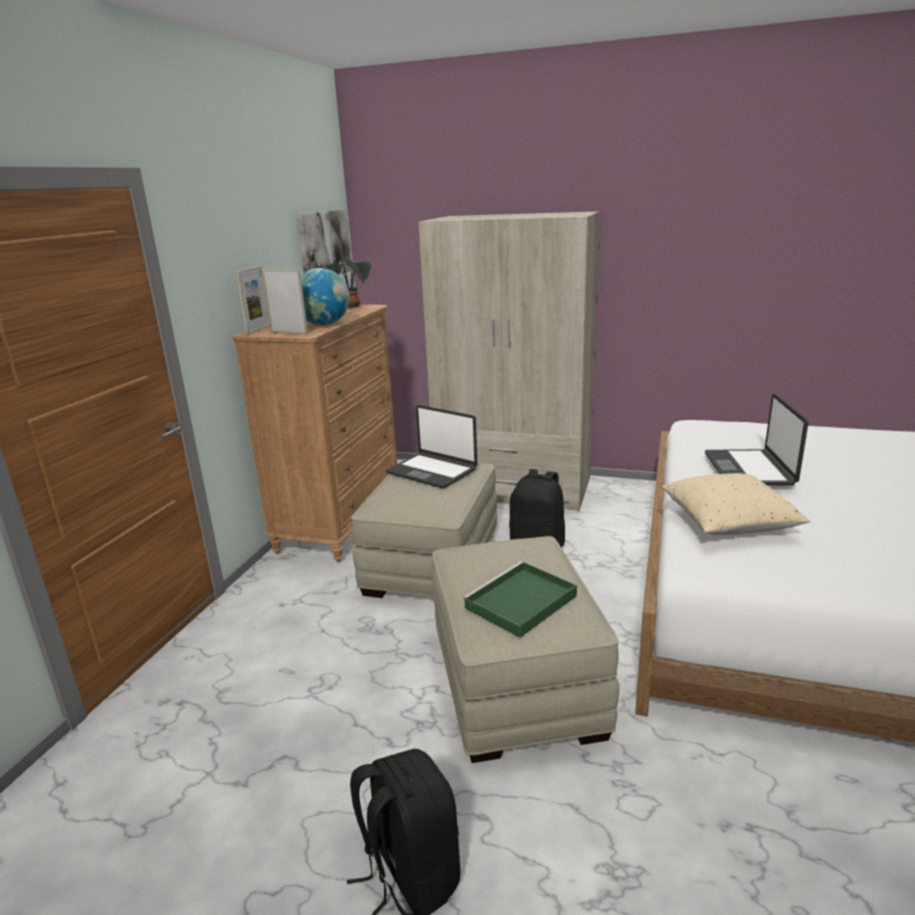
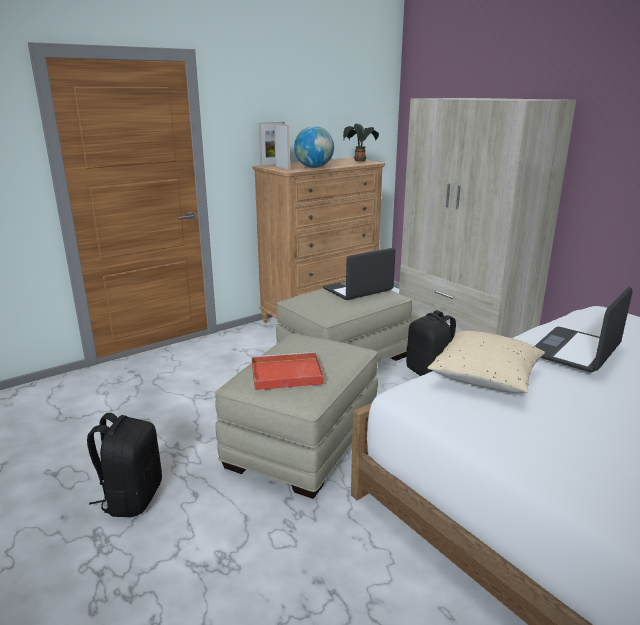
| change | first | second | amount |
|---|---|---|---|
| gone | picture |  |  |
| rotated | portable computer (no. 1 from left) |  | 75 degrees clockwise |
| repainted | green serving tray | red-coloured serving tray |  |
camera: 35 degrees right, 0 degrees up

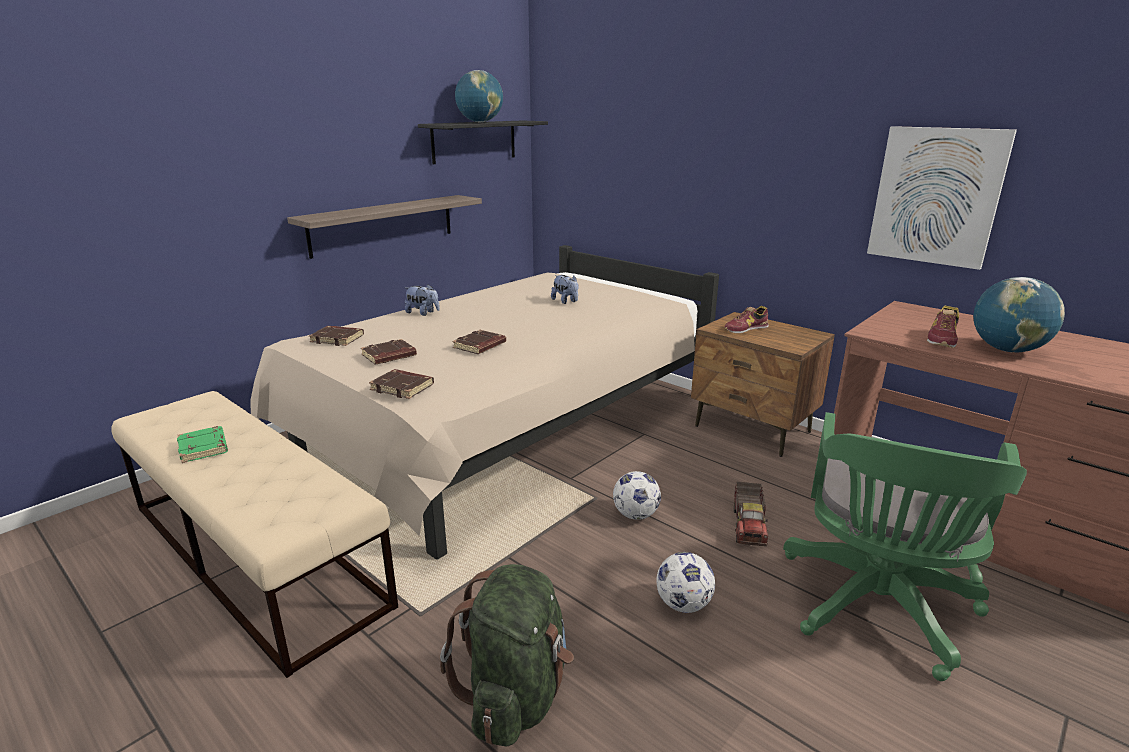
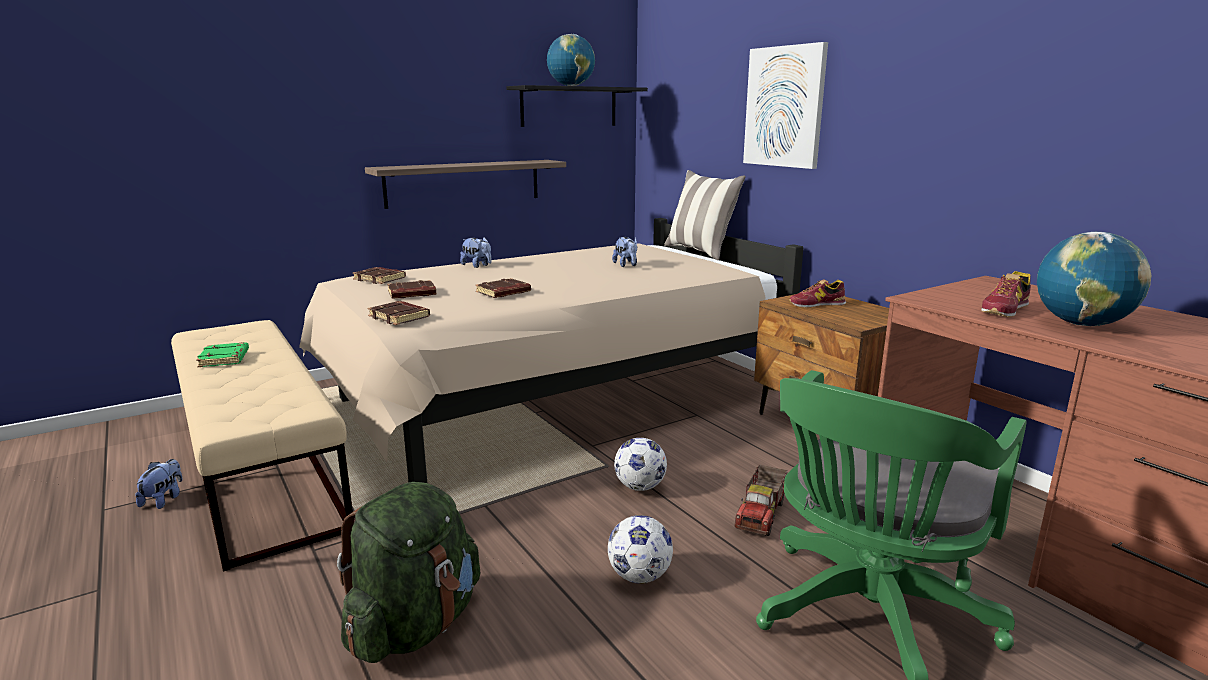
| change | first | second | amount |
|---|---|---|---|
| shifted | picture |  |  |
| new |  | plush toy (no. 1 from left) |  |
| new |  | throw pillow |  |
camera: 15 degrees right, 5 degrees down

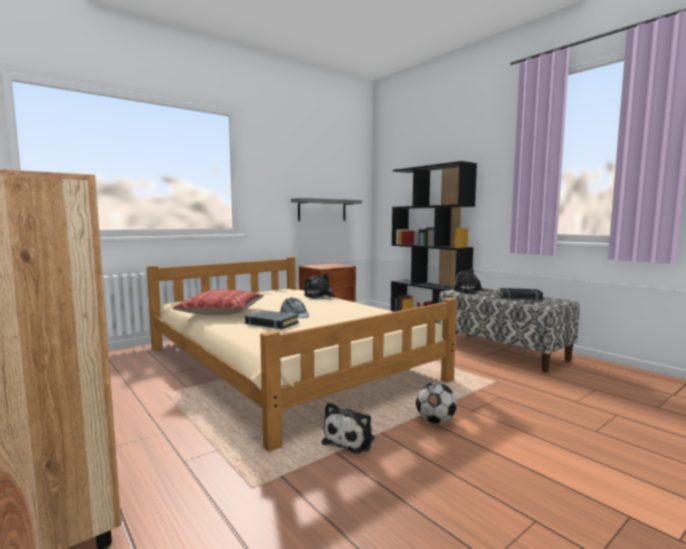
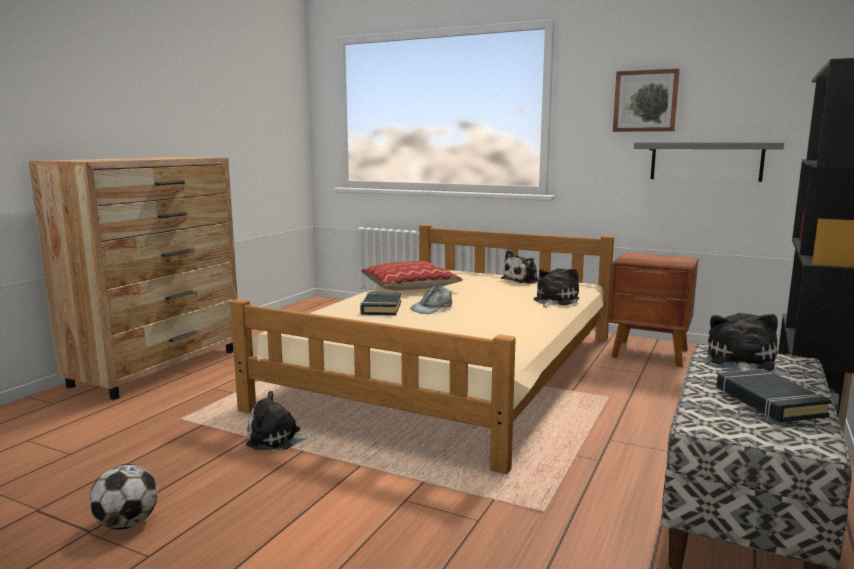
| change | first | second | amount |
|---|---|---|---|
| shifted | football |  |  |
| new |  | plush toy (no. 2 from left) |  |
| new |  | picture |  |
camera: 65 degrees right, 5 degrees up

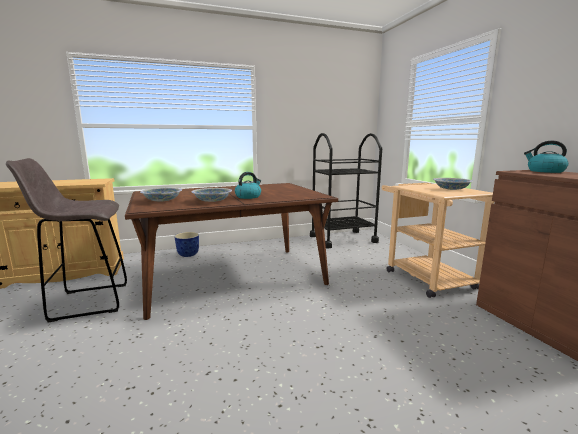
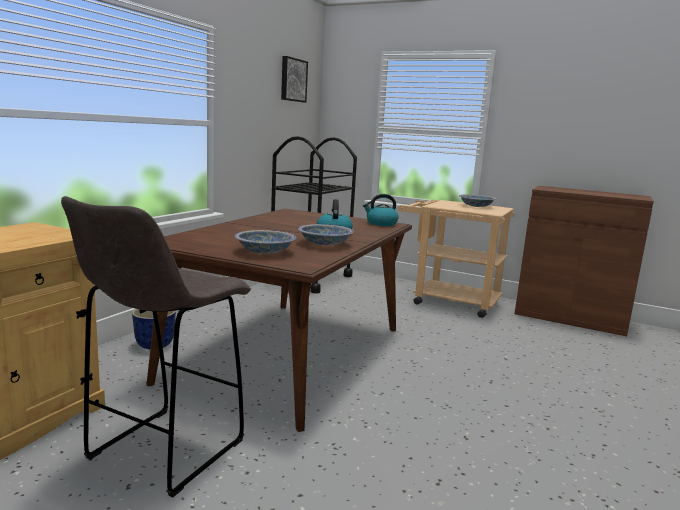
| change | first | second | amount |
|---|---|---|---|
| shifted | tea kettle (no. 2 from left) |  |  |
| new |  | picture |  |
camera: 45 degrees left, 0 degrees up

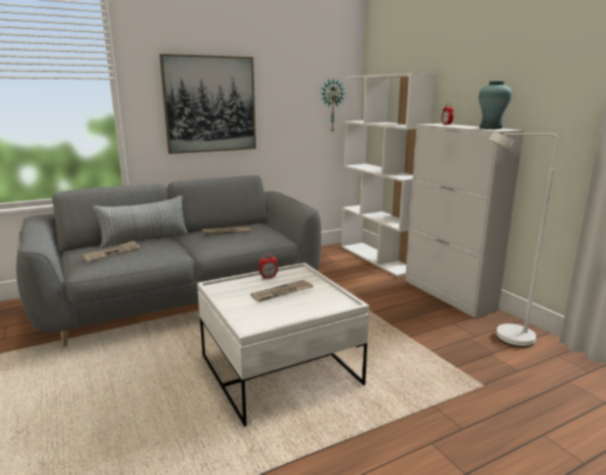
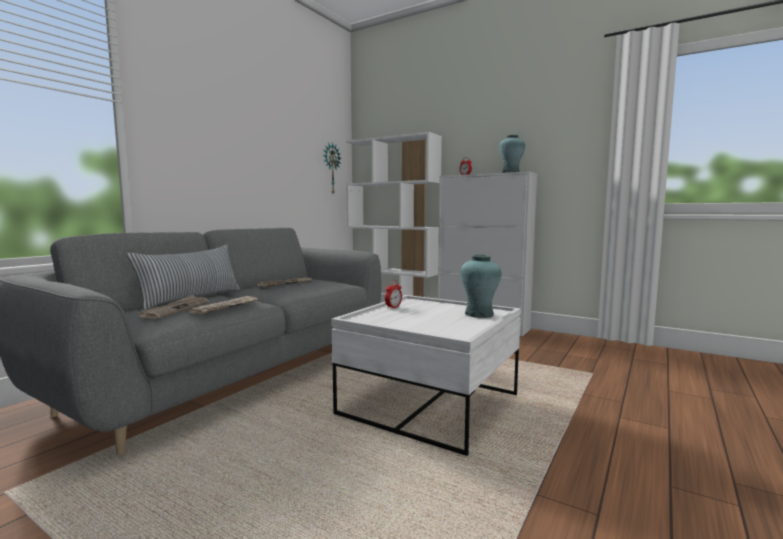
| change | first | second | amount |
|---|---|---|---|
| gone | picture |  |  |
| shifted | daily paper (no. 3 from left in the first image) | daily paper (no. 2 from left) |  |
| gone | white standard lamp |  |  |
| new |  | turquoise flower vase (no. 1 from left) |  |
camera: 30 degrees left, 10 degrees down

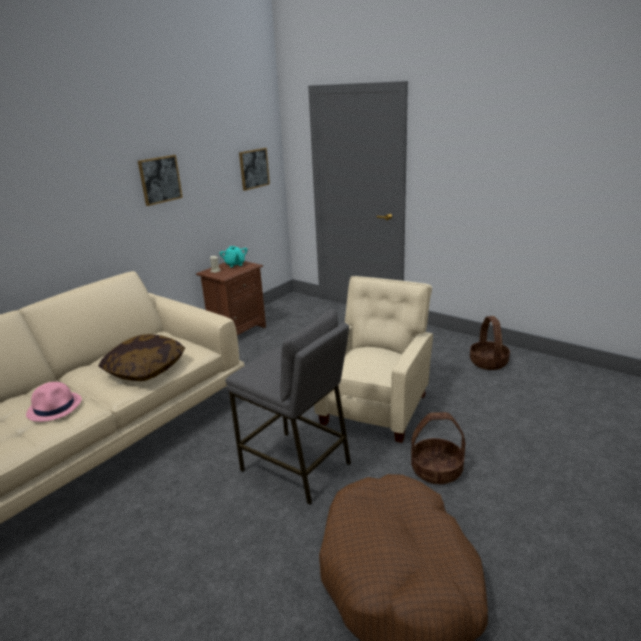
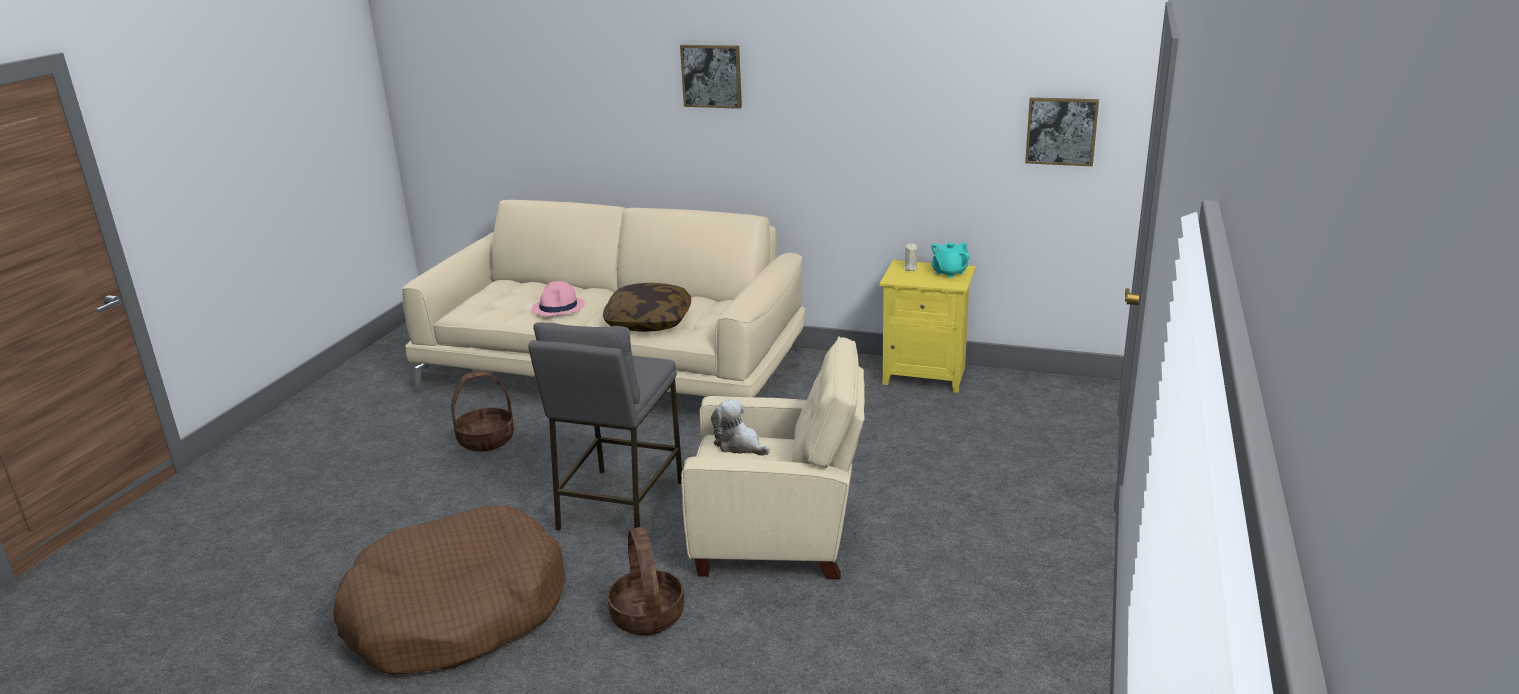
| change | first | second | amount |
|---|---|---|---|
| shifted | picture (no. 1 from left) |  |  |
| repainted | brownish bedside table | yellowish bedside table |  |
| shifted | household basket (no. 2 from left in the first image) | household basket (no. 1 from left) |  |
| new |  | plush toy |  |
camera: 70 degrees right, 0 degrees up

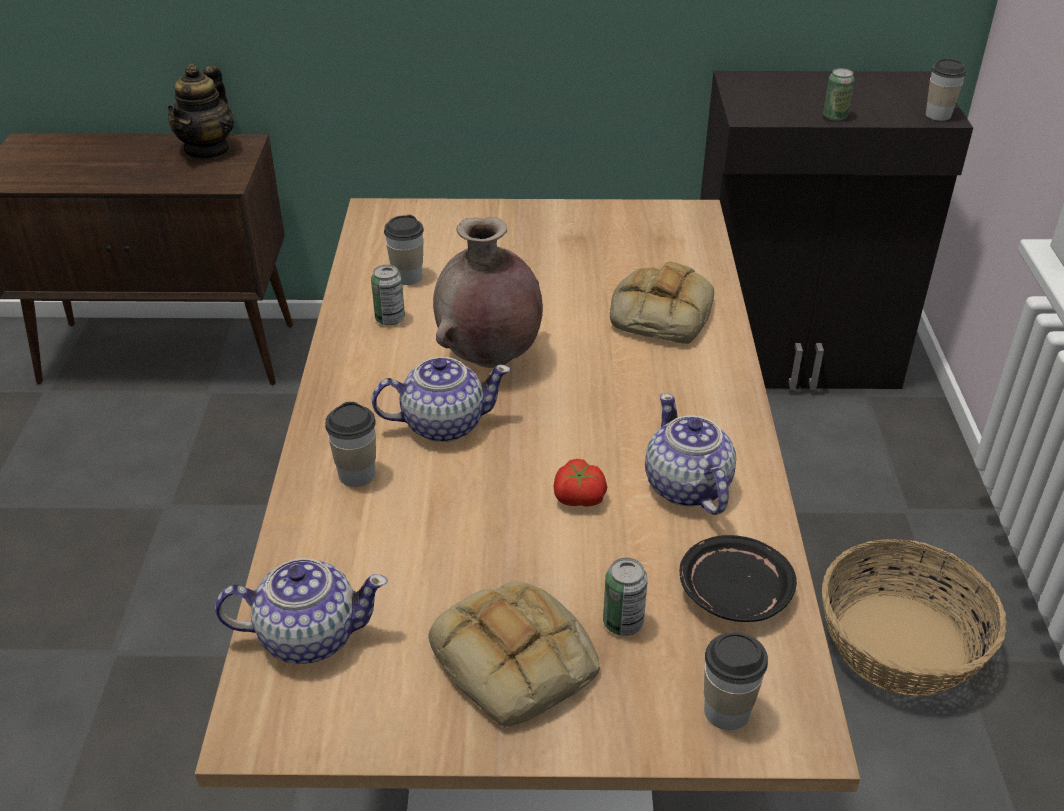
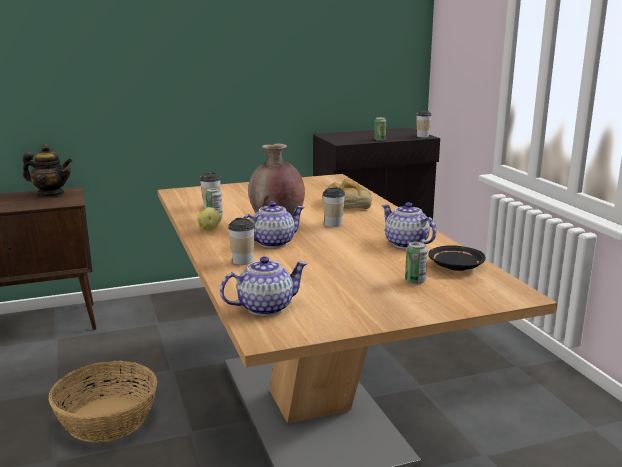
| change | first | second | amount |
|---|---|---|---|
| rotated | tea pot (no. 1 from left) |  | 75 degrees counterclockwise |
| gone | baked bread (no. 1 from left) |  |  |
| gone | tomato |  |  |
| shifted | drinking cup (no. 3 from left) |  |  |
| shifted | household basket |  |  |
| new |  | whole potato |  |
camera: 20 degrees left, 20 degrees down

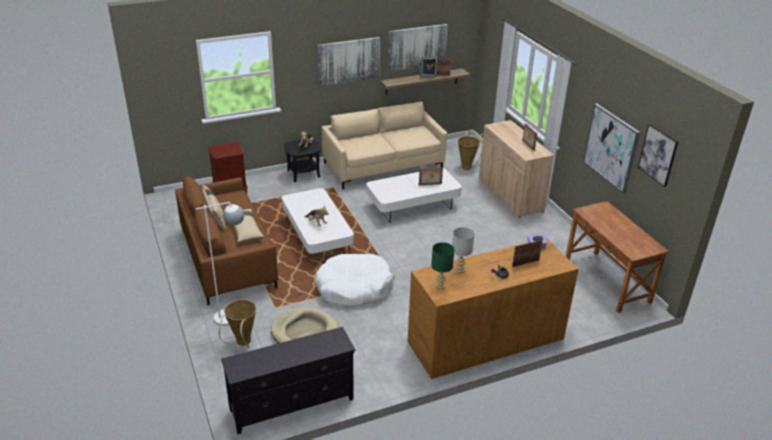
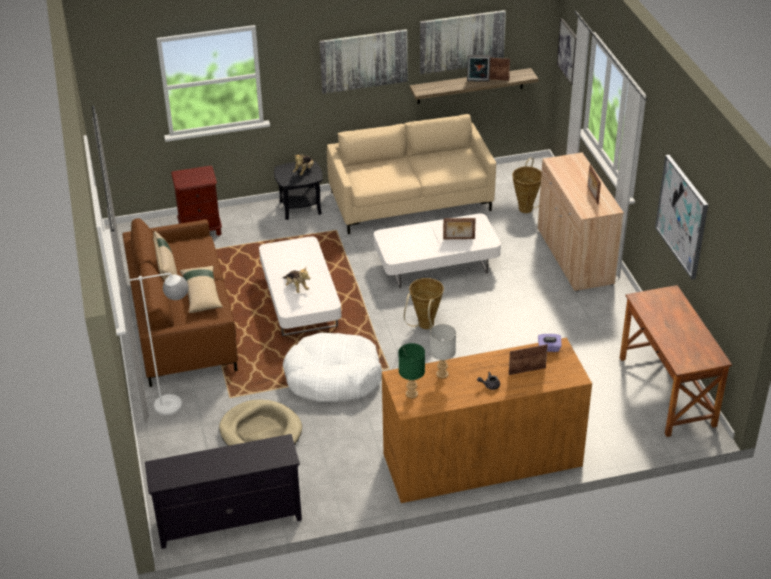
| change | first | second | amount |
|---|---|---|---|
| shifted | household basket (no. 1 from left) |  |  |
| shifted | picture (no. 4 from left in the first image) | picture (no. 3 from left) |  |
camera: 10 degrees right, 5 degrees up

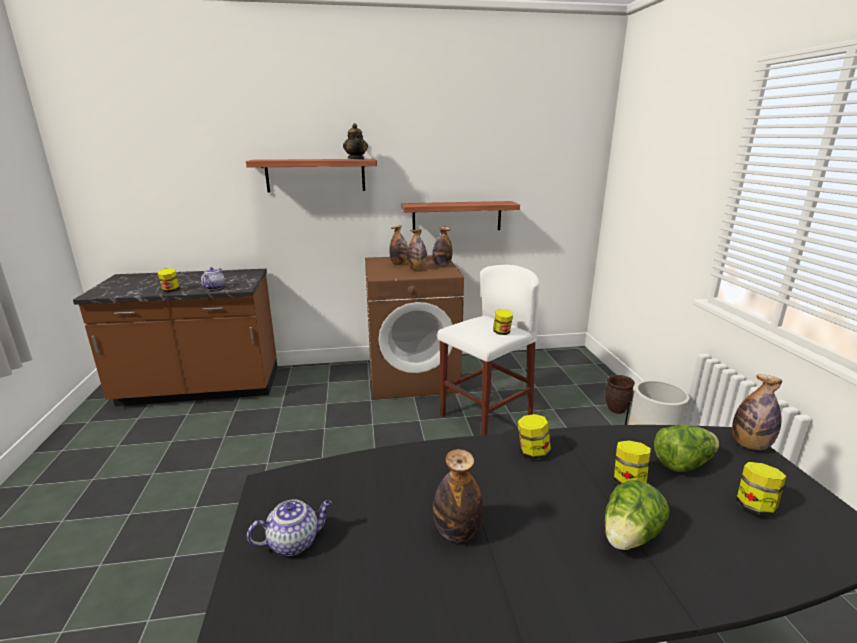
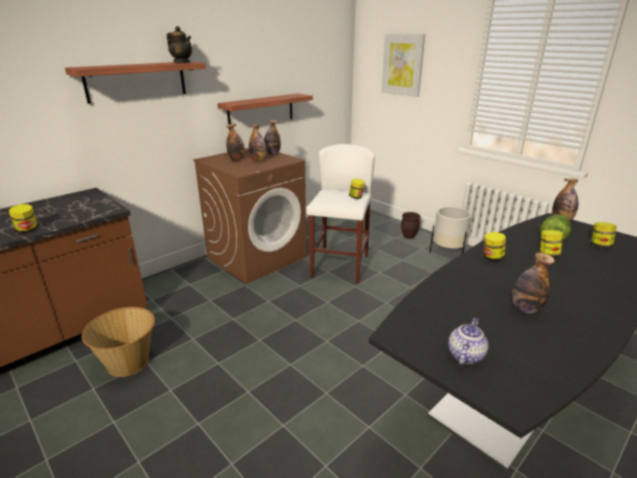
| change | first | second | amount |
|---|---|---|---|
| gone | tea pot (no. 1 from left) |  |  |
| gone | head of lettuce (no. 1 from left) |  |  |
| new |  | household basket |  |
| new |  | picture |  |
camera: 35 degrees left, 5 degrees up

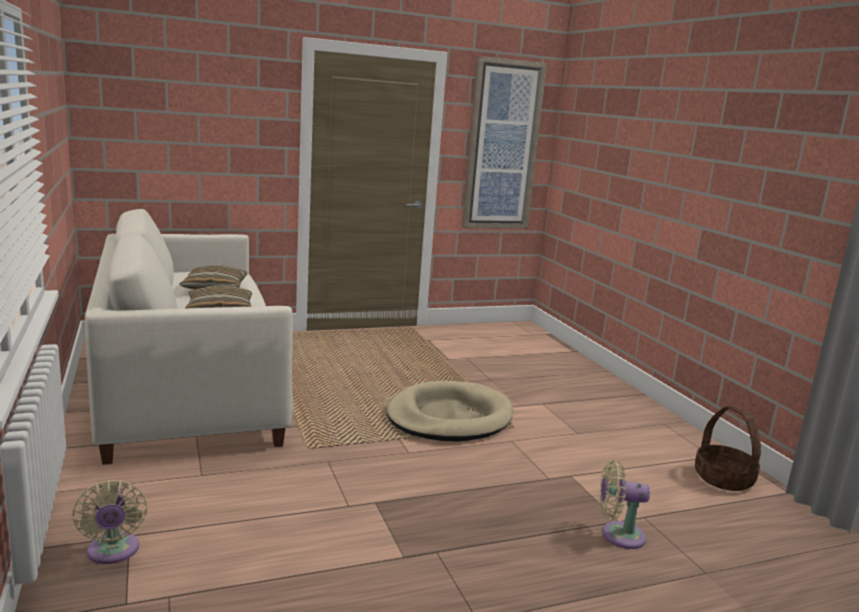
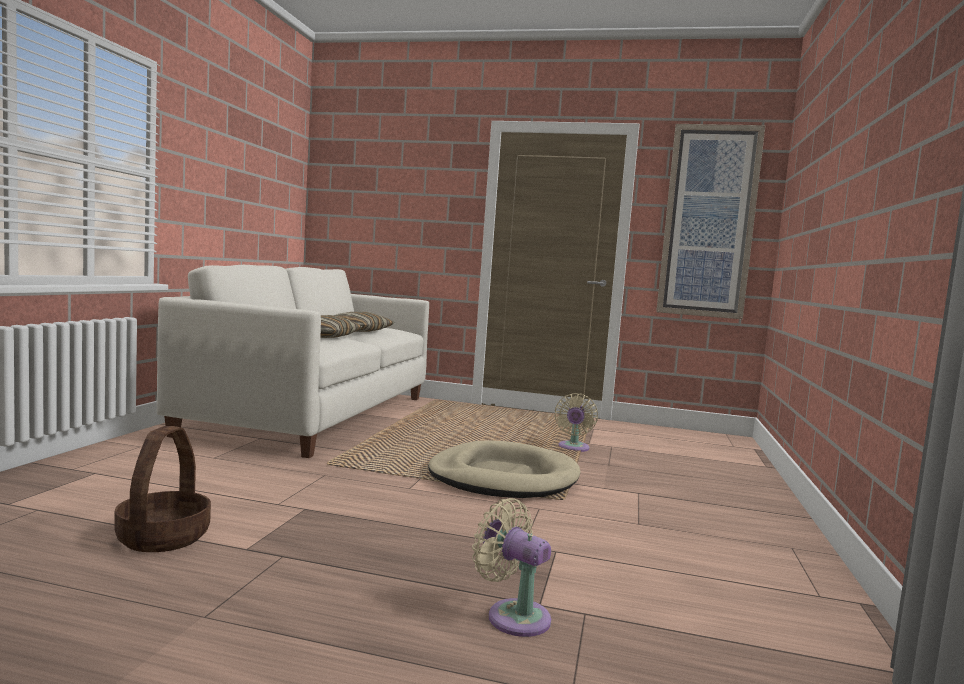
| change | first | second | amount |
|---|---|---|---|
| shifted | beige cooling fan (no. 1 from left in the first image) | beige cooling fan (no. 2 from left) |  |
| shifted | household basket |  |  |
camera: 35 degrees right, 10 degrees down

